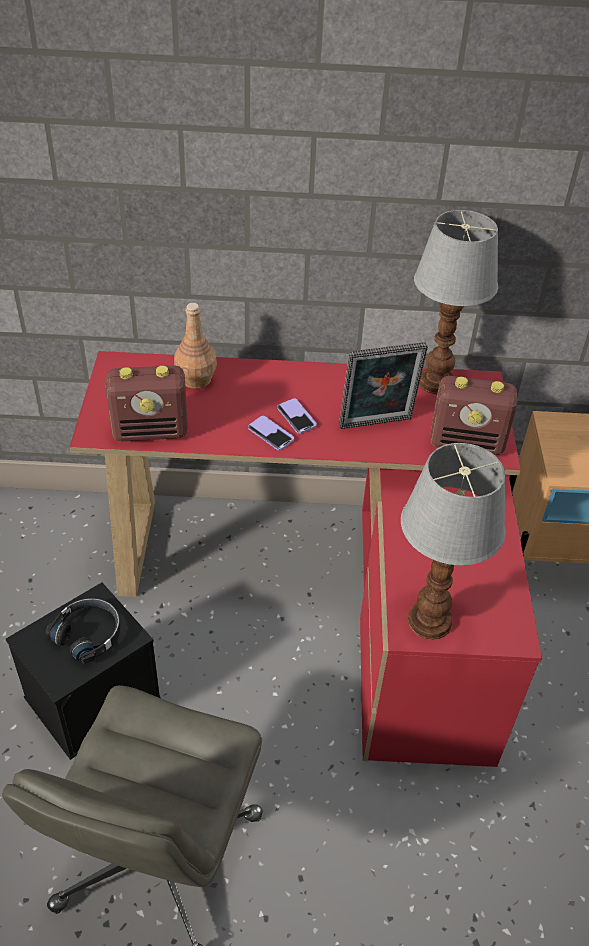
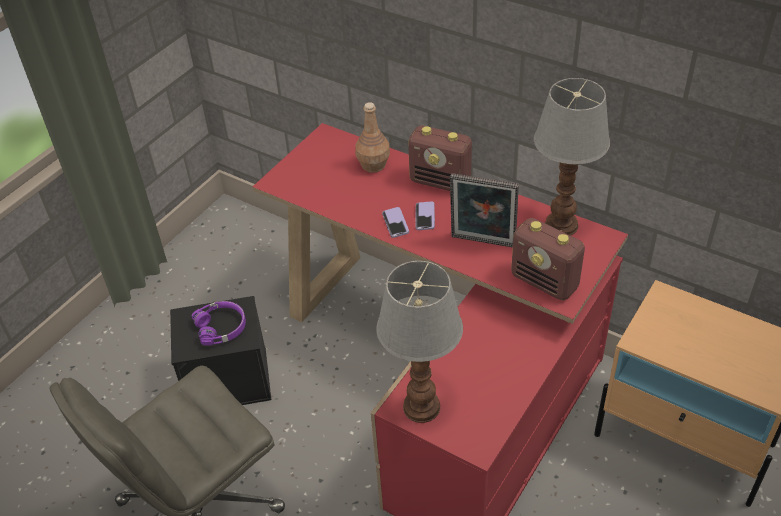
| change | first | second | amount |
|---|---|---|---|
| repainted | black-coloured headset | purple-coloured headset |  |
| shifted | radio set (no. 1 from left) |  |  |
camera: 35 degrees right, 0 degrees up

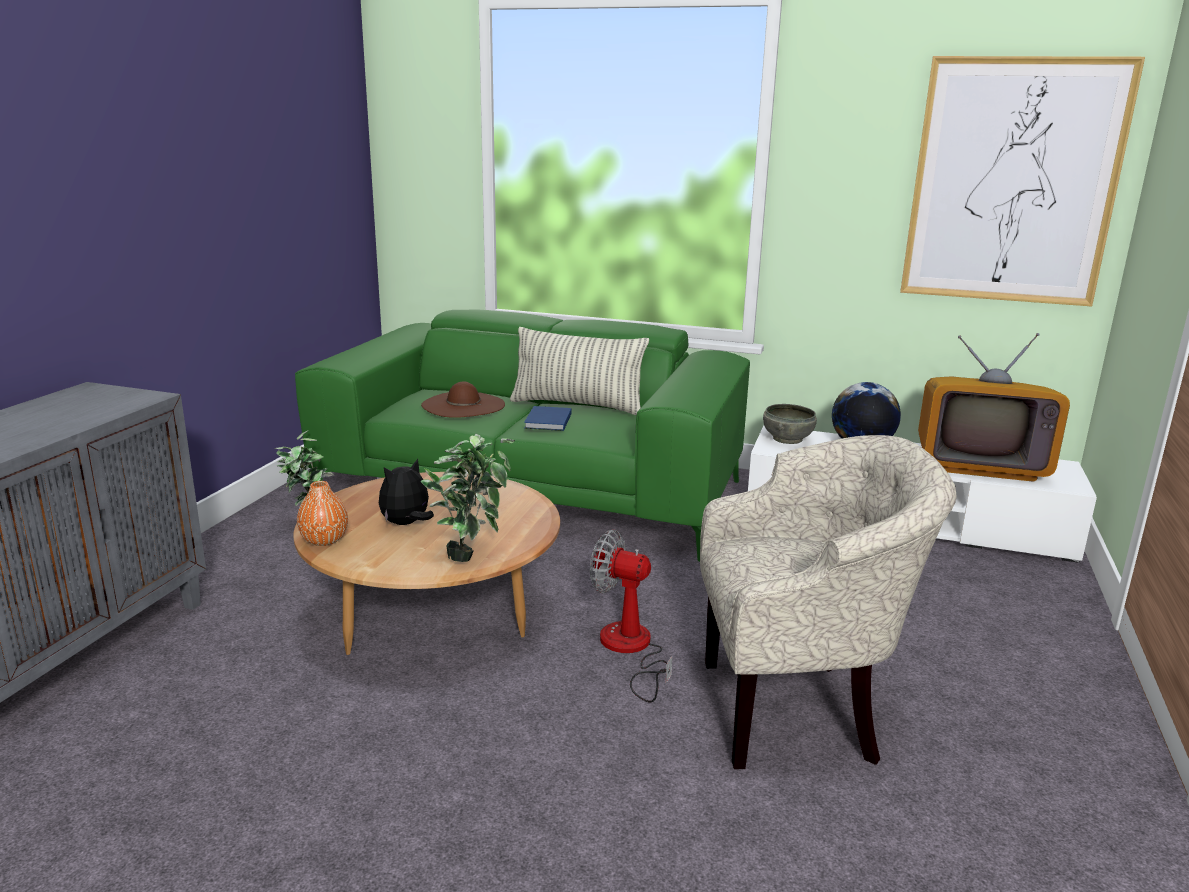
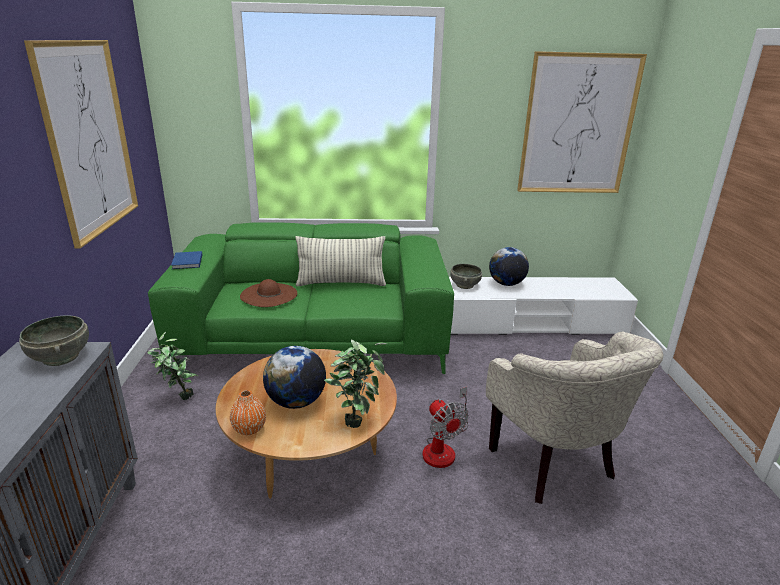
| change | first | second | amount |
|---|---|---|---|
| swapped | plush toy | world globe (no. 1 from left) |  |
| shifted | bluish volume |  |  |
| rotated | cooling fan |  | 120 degrees counterclockwise |
| rotated | beige lounge chair |  | 90 degrees clockwise |
| gone | TV set |  |  |
| new |  | greyish serving bowl (no. 1 from left) |  |
| new |  | picture (no. 1 from left) |  |
camera: 20 degrees left, 5 degrees up

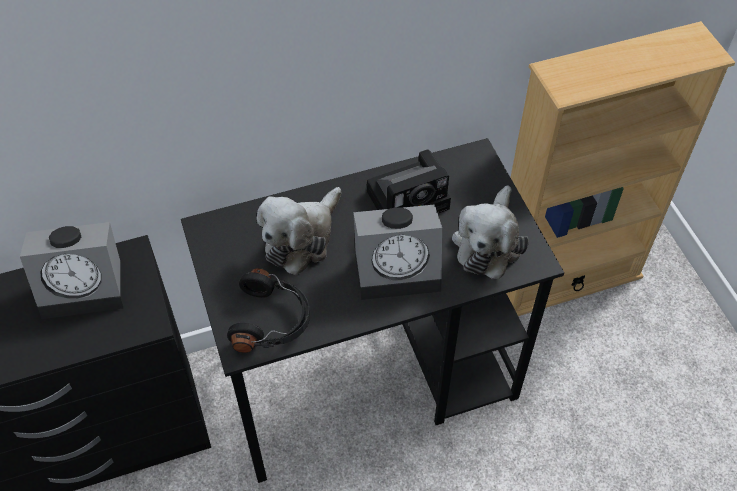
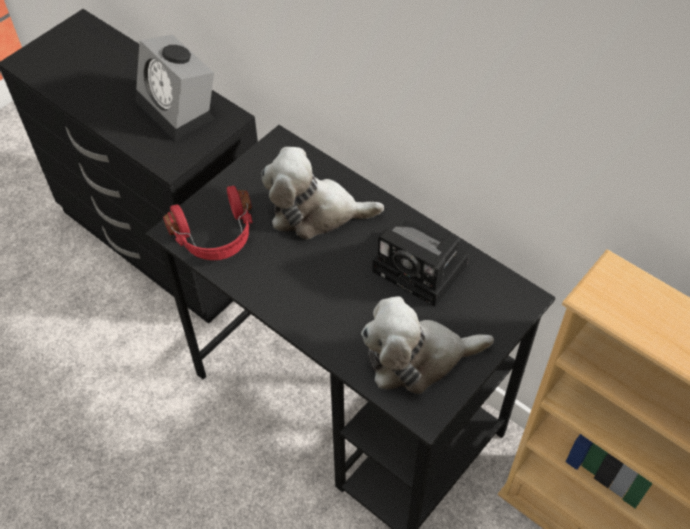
| change | first | second | amount |
|---|---|---|---|
| repainted | black-coloured headset | red-coloured headset |  |
| gone | alarm clock (no. 2 from left) |  |  |
camera: 60 degrees right, 0 degrees up

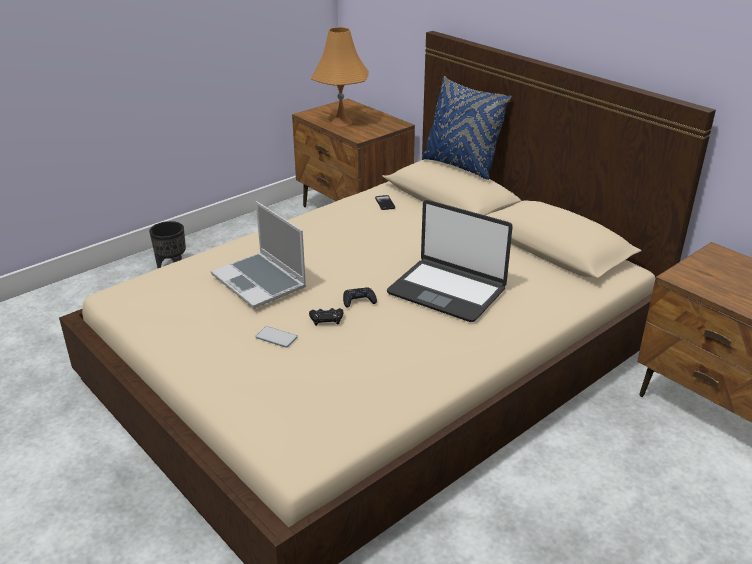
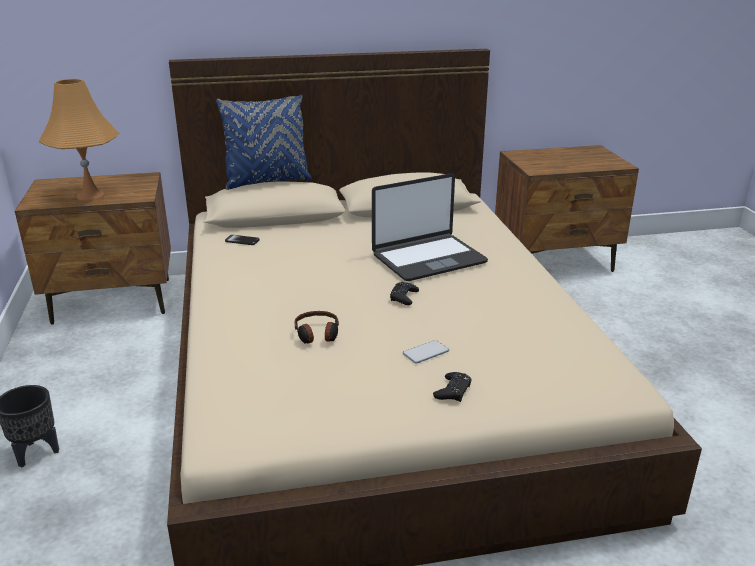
| change | first | second | amount |
|---|---|---|---|
| swapped | portable computer (no. 1 from left) | headset |  |
| shifted | black-coloured gamepad (no. 1 from left in the first image) | black-coloured gamepad (no. 2 from left) |  |
camera: 60 degrees left, 5 degrees down

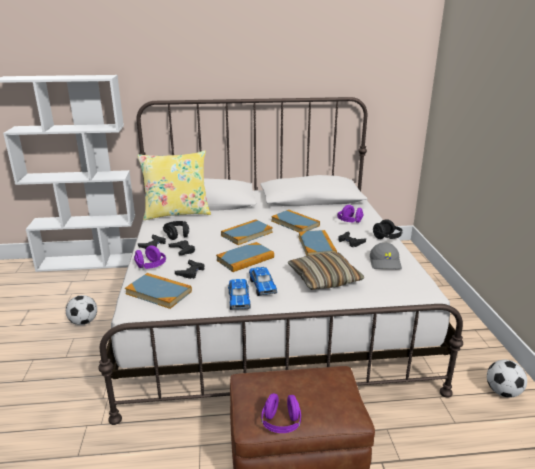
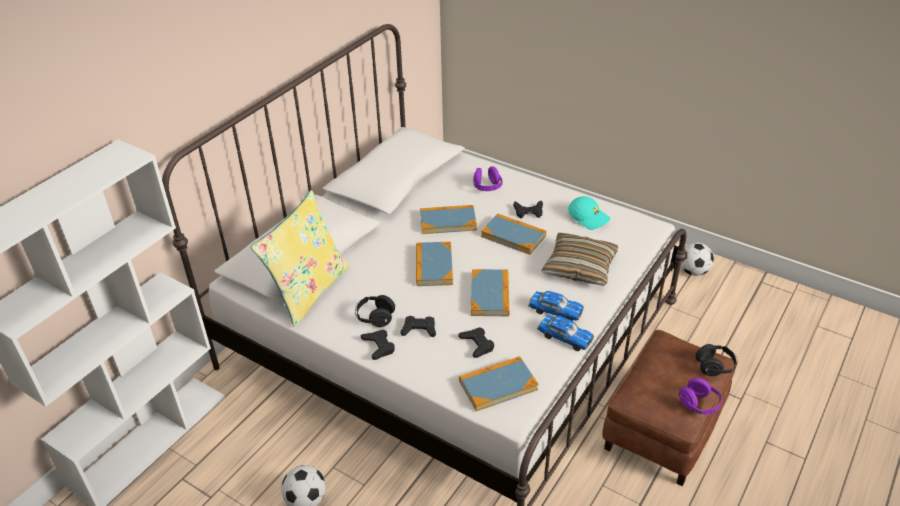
| change | first | second | amount |
|---|---|---|---|
| gone | purple-coloured headset (no. 1 from left) |  |  |
| repainted | greyish cap | turquoise cap |  |
| shifted | black-coloured headset (no. 2 from left) |  |  |
camera: 50 degrees left, 15 degrees up

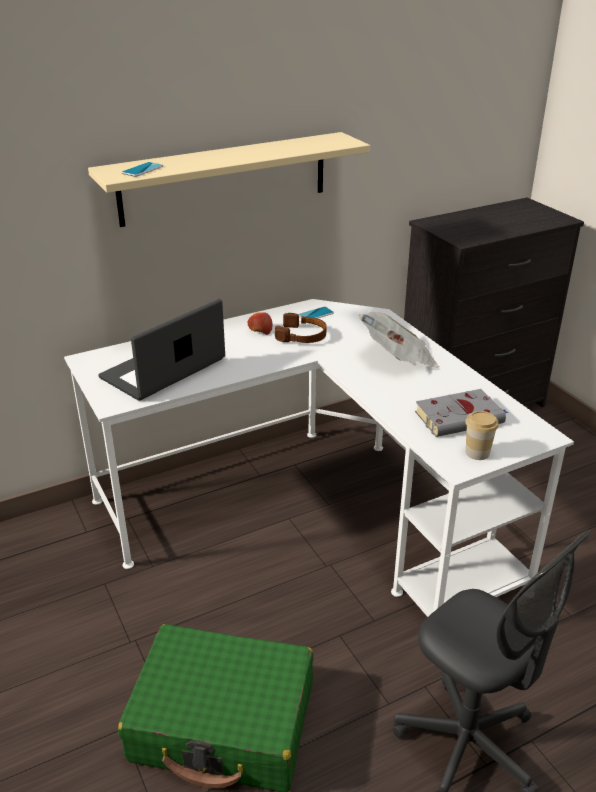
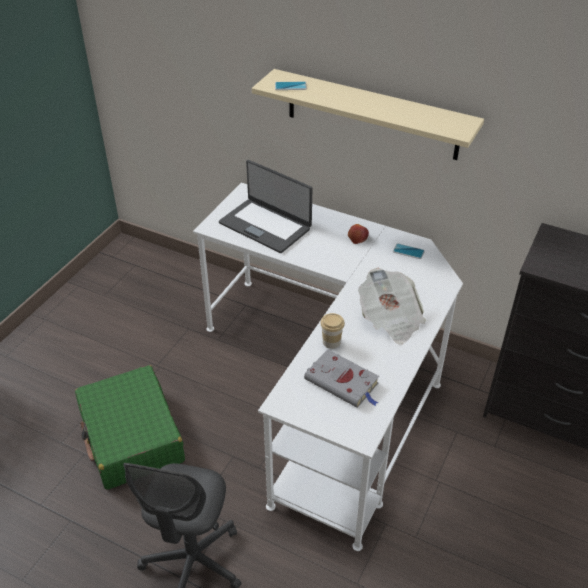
| change | first | second | amount |
|---|---|---|---|
| rotated | portable computer |  | 150 degrees counterclockwise |
| gone | brownish headset |  |  |
| shifted | drinking cup |  |  |
camera: 55 degrees right, 10 degrees up

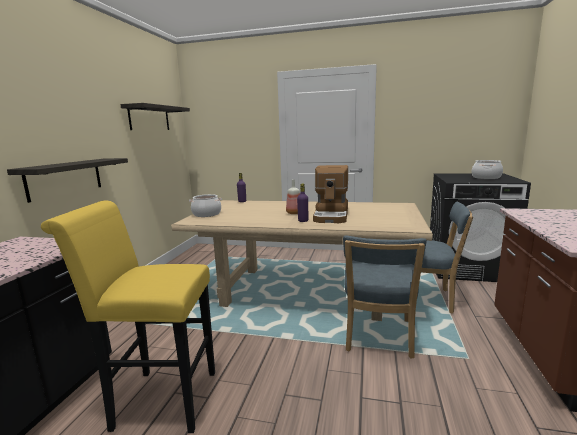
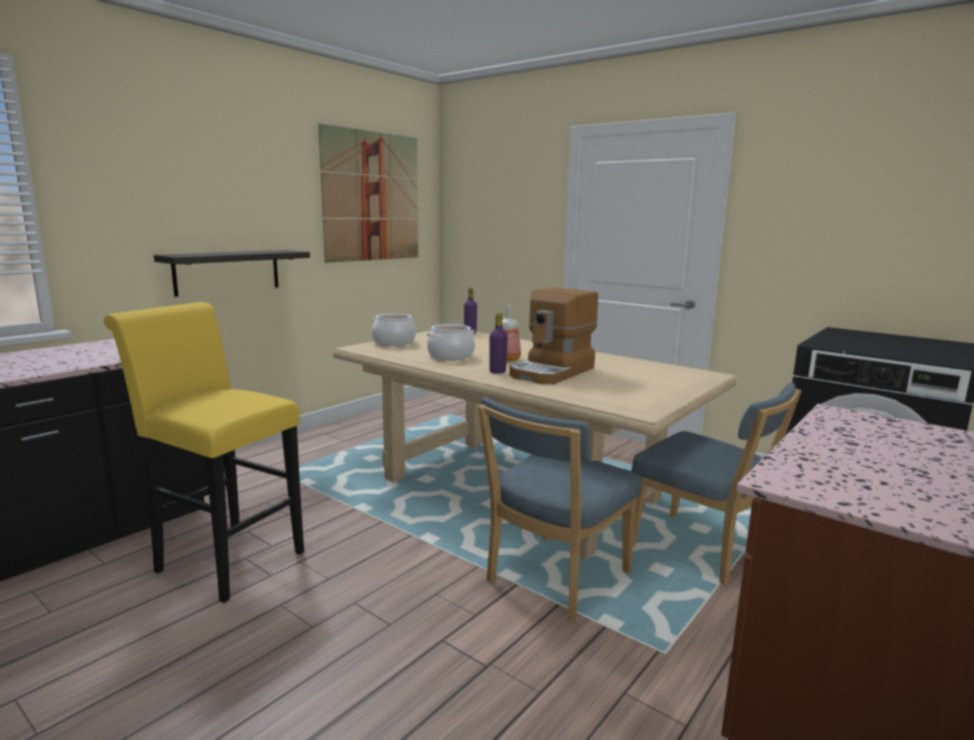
| change | first | second | amount |
|---|---|---|---|
| swapped | wall shelf (no. 2 from left) | picture |  |
| shifted | stockpot (no. 2 from left) |  |  |
camera: 25 degrees right, 0 degrees up

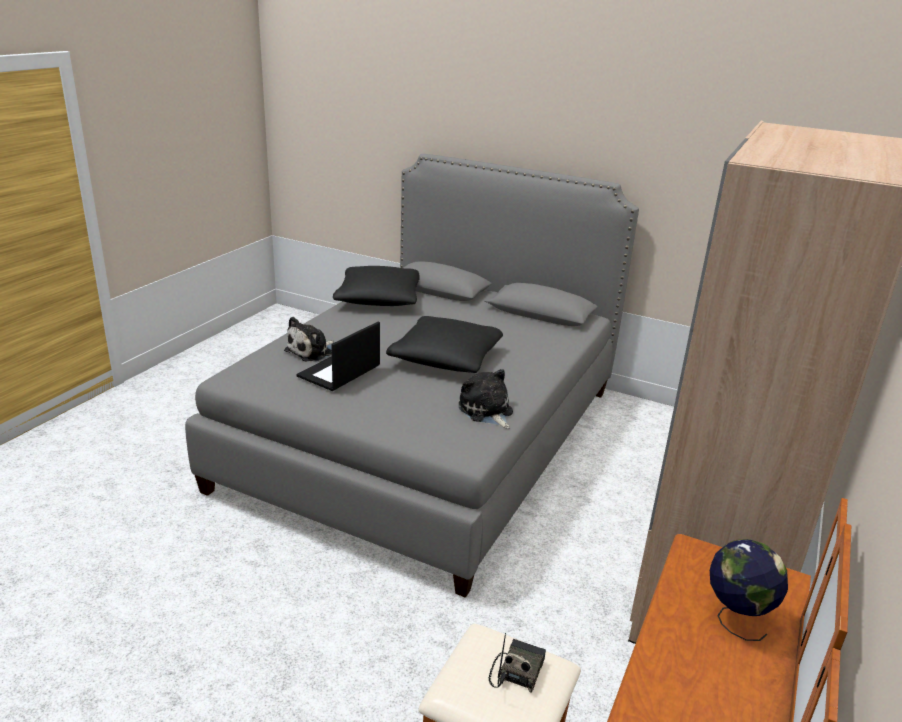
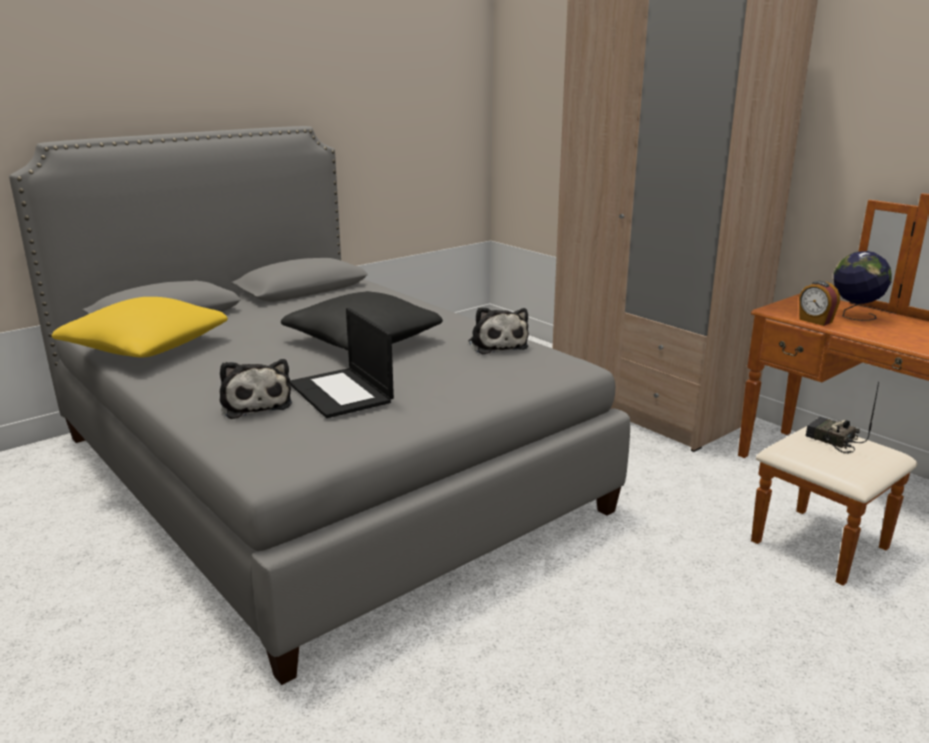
| change | first | second | amount |
|---|---|---|---|
| repainted | black-coloured throw pillow (no. 1 from left) | yellowish throw pillow |  |
| rotated | plush toy (no. 2 from left) |  | 105 degrees counterclockwise |
| new |  | alarm clock |  |
camera: 65 degrees left, 5 degrees down

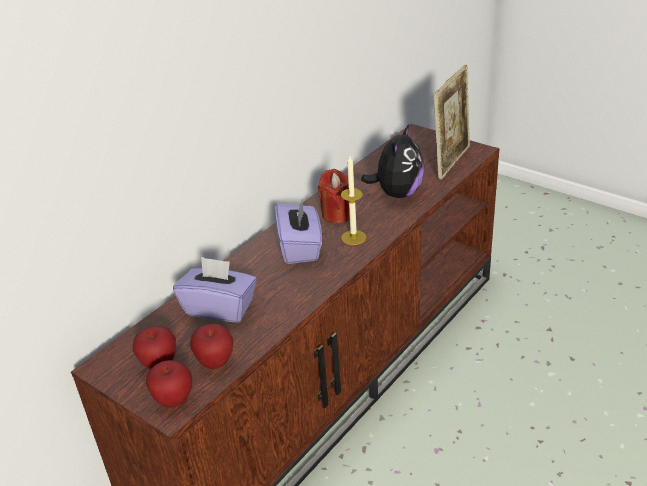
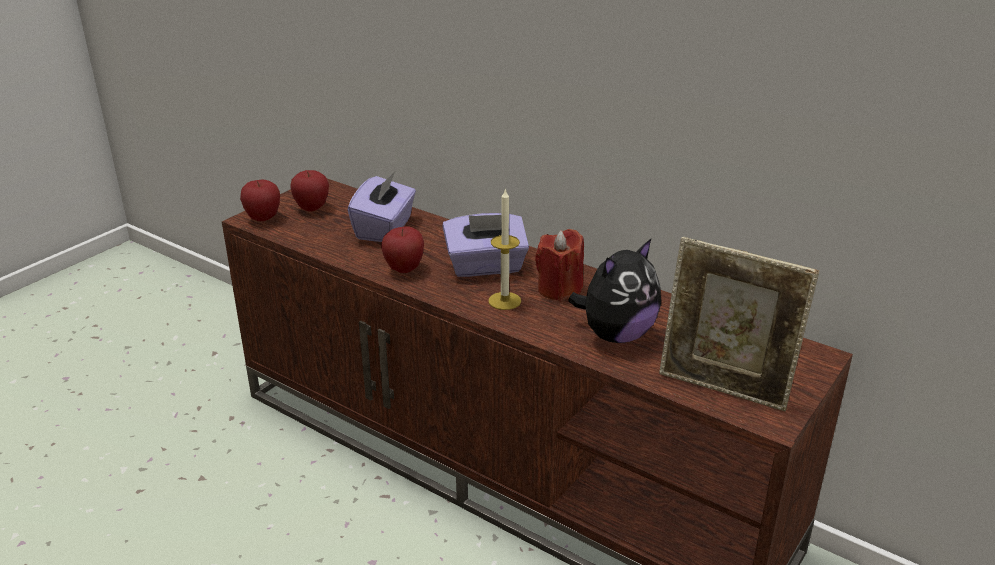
| change | first | second | amount |
|---|---|---|---|
| shifted | apple fruit (no. 3 from left) |  |  |
| rotated | plush toy |  | 60 degrees counterclockwise |
camera: 85 degrees right, 5 degrees down

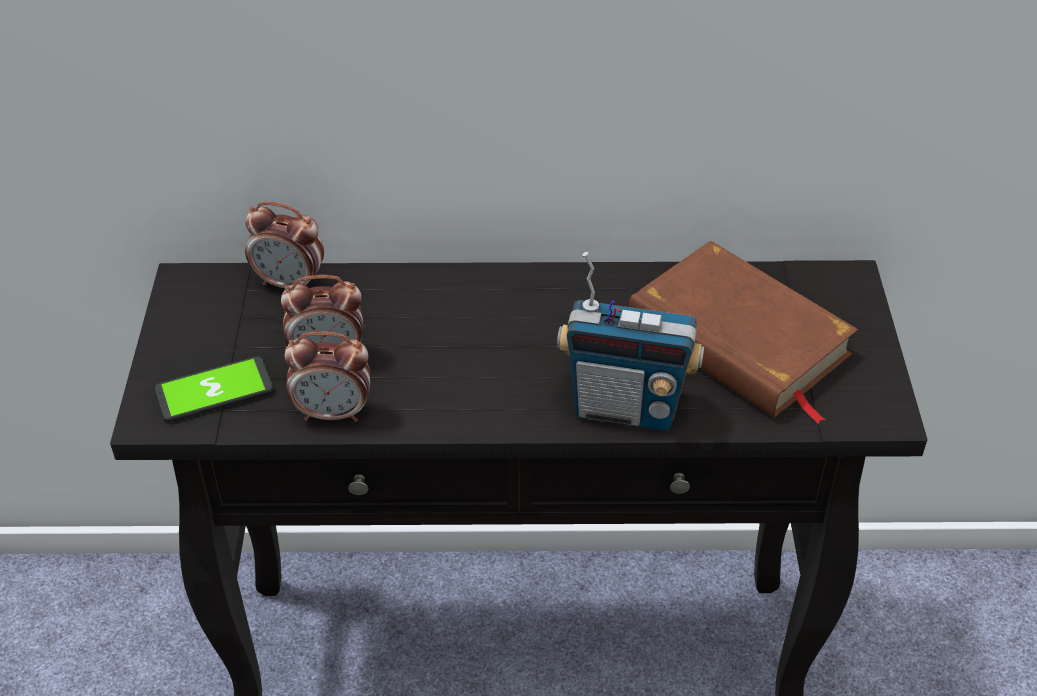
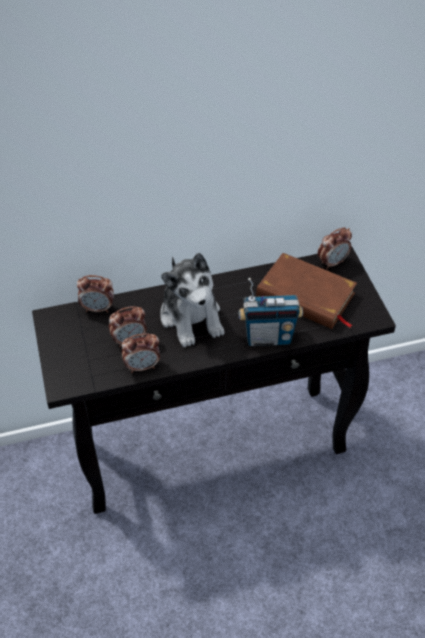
| change | first | second | amount |
|---|---|---|---|
| gone | telephone |  |  |
| new |  | plush toy |  |
| new |  | alarm clock (no. 4 from left) |  |
camera: 15 degrees left, 5 degrees up

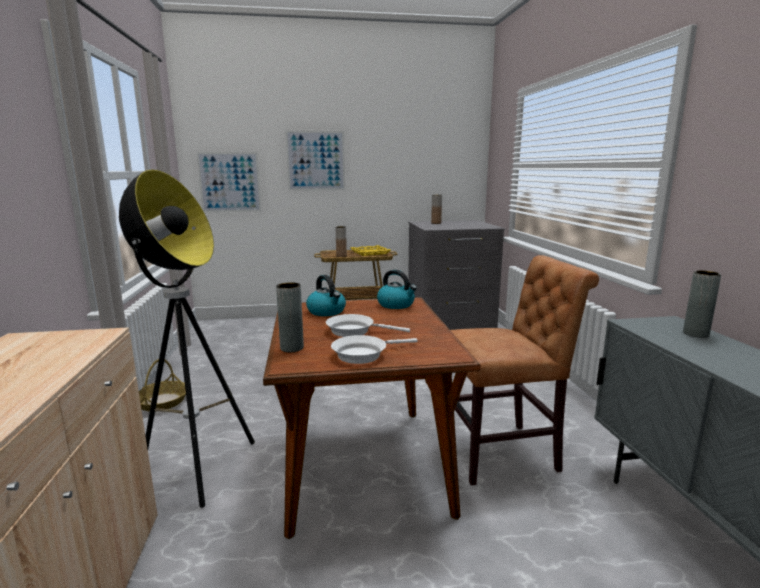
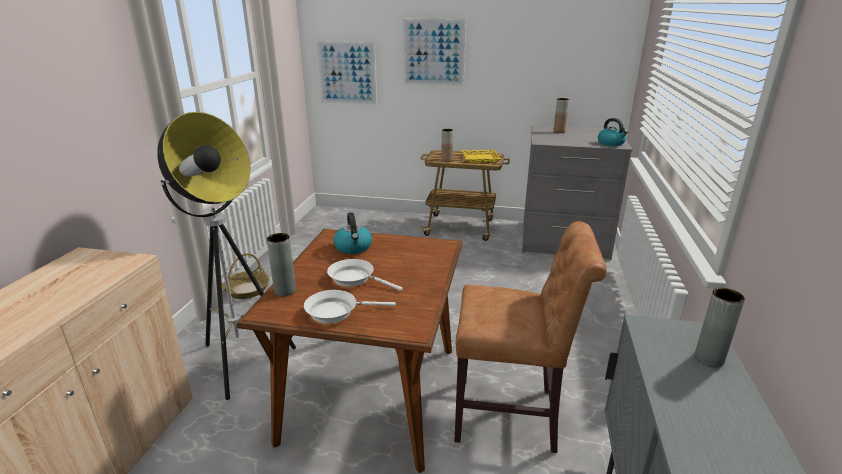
| change | first | second | amount |
|---|---|---|---|
| shifted | tea kettle (no. 2 from left) |  |  |
camera: 20 degrees right, 10 degrees up

